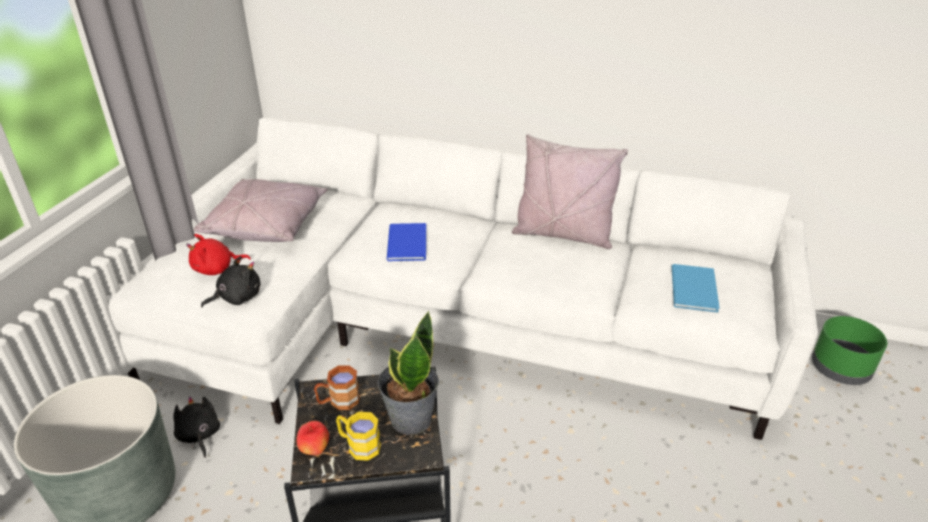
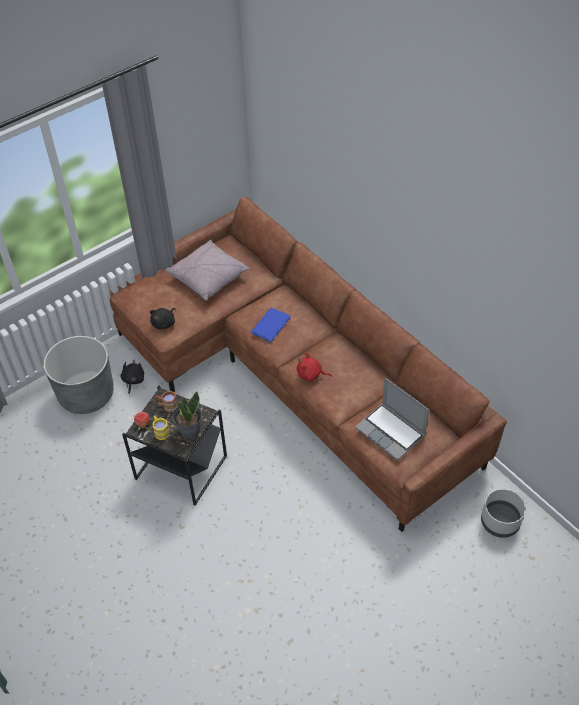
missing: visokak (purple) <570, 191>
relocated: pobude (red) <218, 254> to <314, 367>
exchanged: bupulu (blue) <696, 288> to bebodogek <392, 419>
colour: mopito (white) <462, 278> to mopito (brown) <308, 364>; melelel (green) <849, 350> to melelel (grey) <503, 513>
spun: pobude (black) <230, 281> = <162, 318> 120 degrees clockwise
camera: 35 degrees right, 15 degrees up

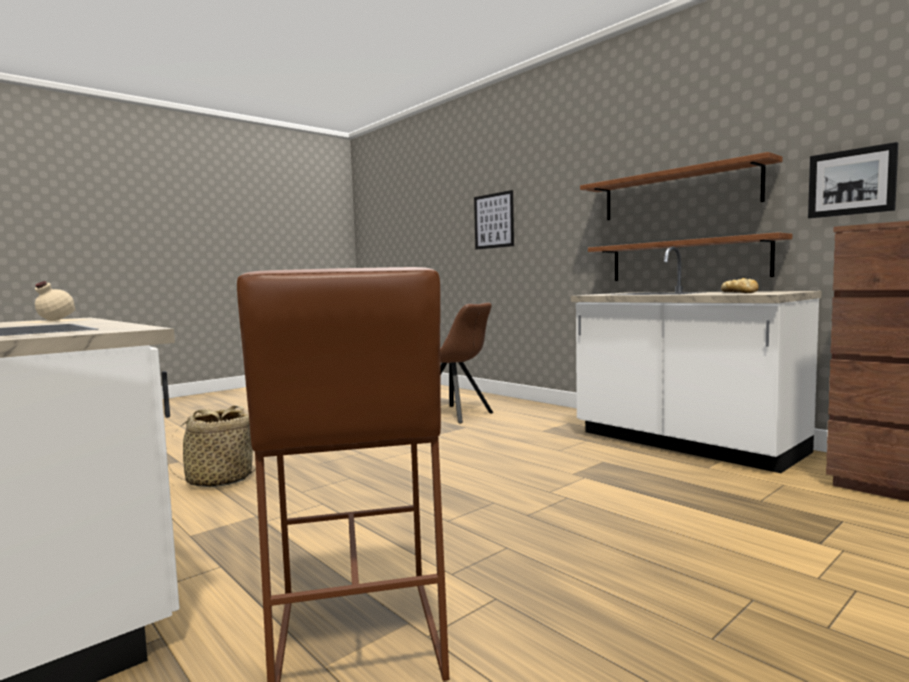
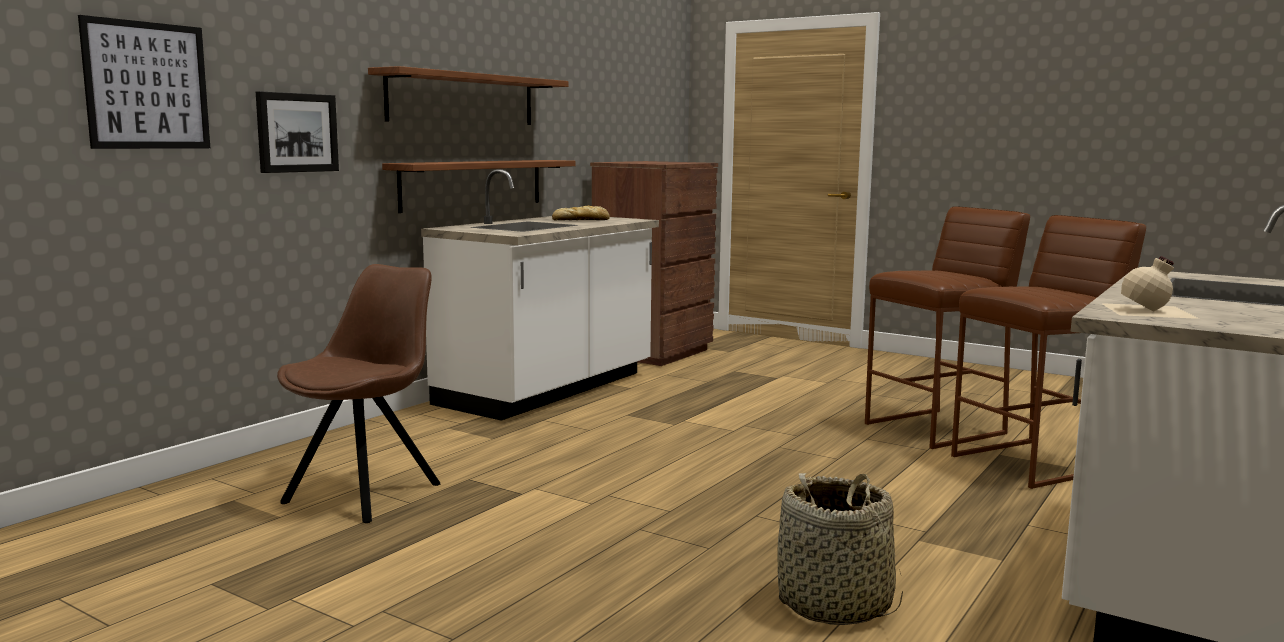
appeared: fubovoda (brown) <947, 327>
relocated: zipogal <853, 180> to <297, 132>
camera: 105 degrees left, 5 degrees up

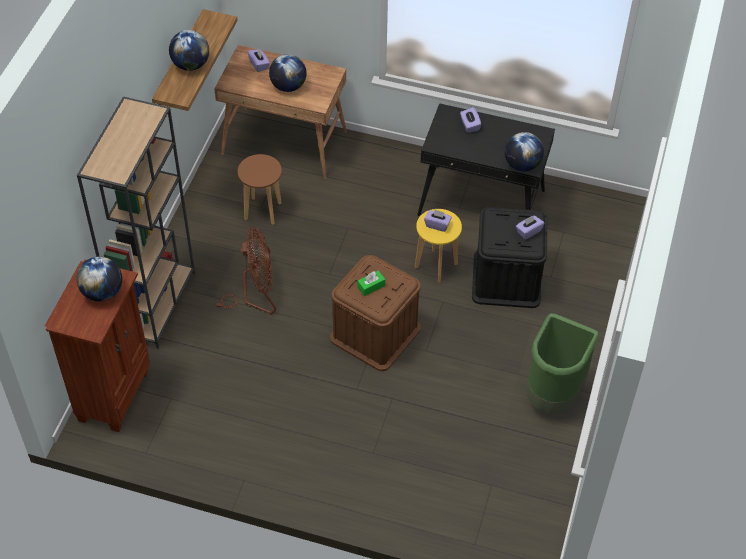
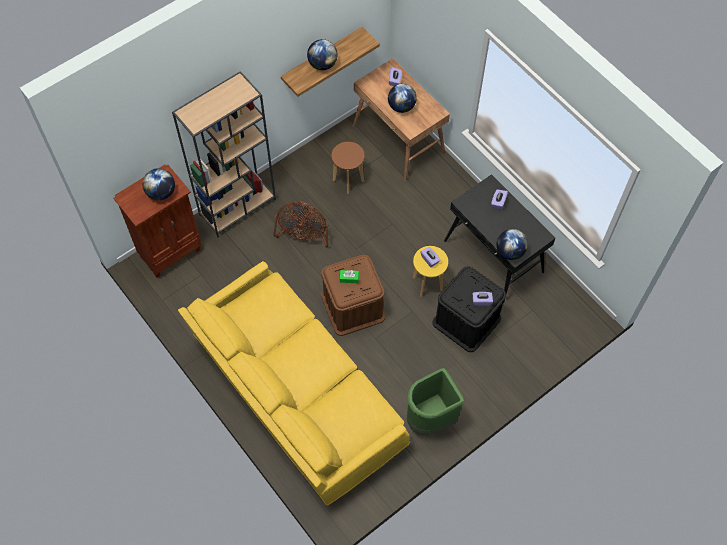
appeared: mopito (yellow) <294, 383>
spun: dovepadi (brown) <246, 270> = <301, 224> 75 degrees clockwise
camera: 35 degrees right, 10 degrees up

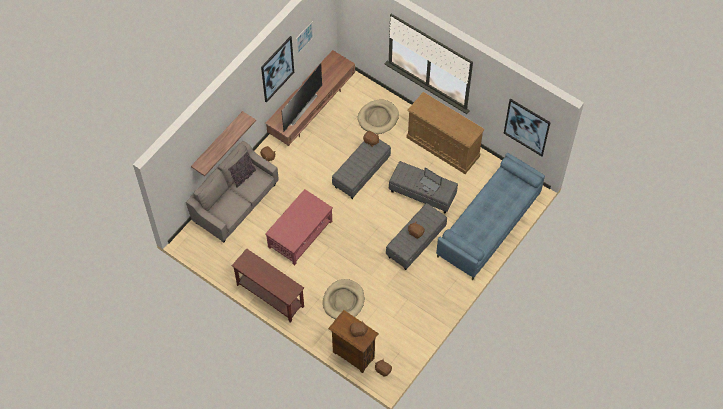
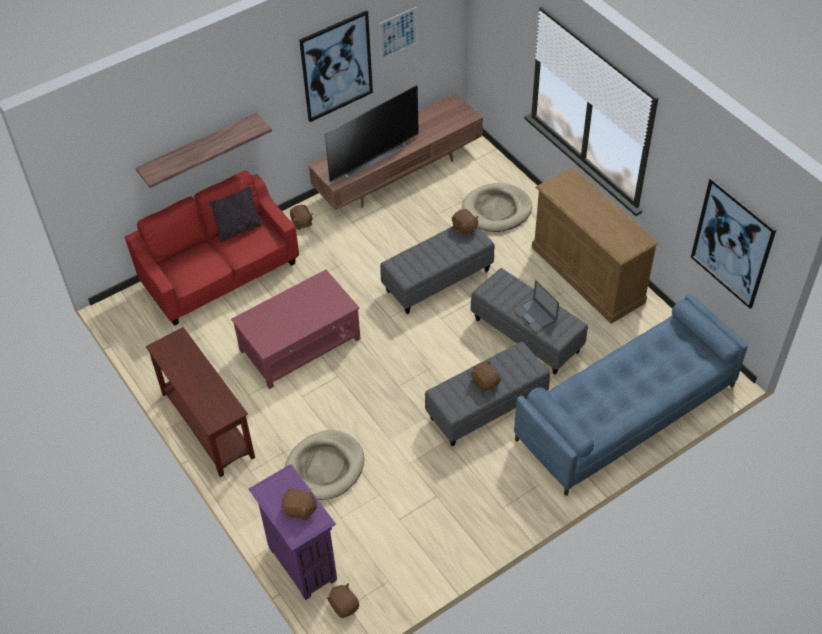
colour: mopito (grey) <232, 192> to mopito (red) <212, 248>; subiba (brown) <353, 341> to subiba (purple) <293, 532>
camera: 20 degrees right, 10 degrees down

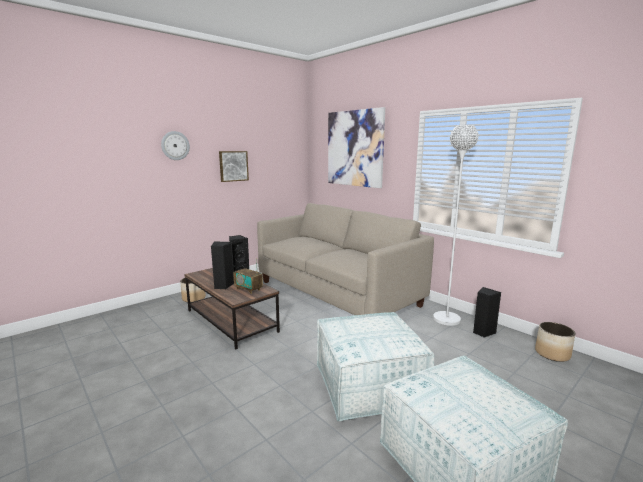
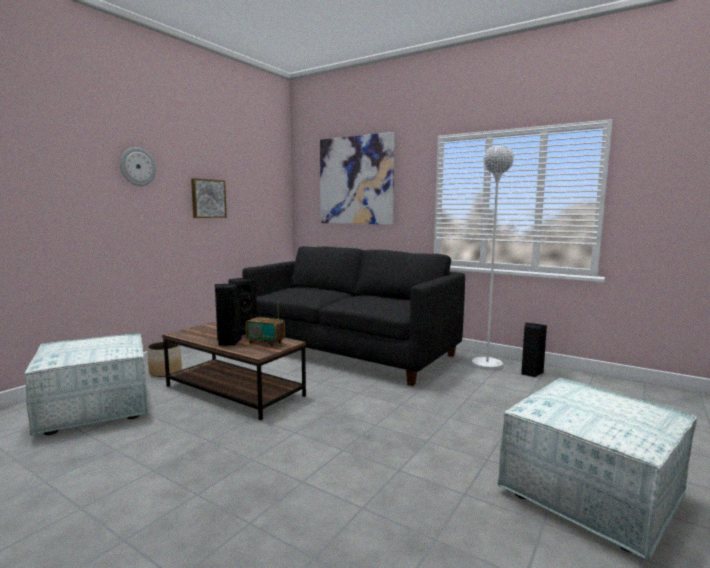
missing: melelel <555, 342>
relocated: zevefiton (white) <375, 366> to <87, 384>
colour: mopito (beige) <345, 259> to mopito (black) <353, 316>
camera: 15 degrees left, 5 degrees down

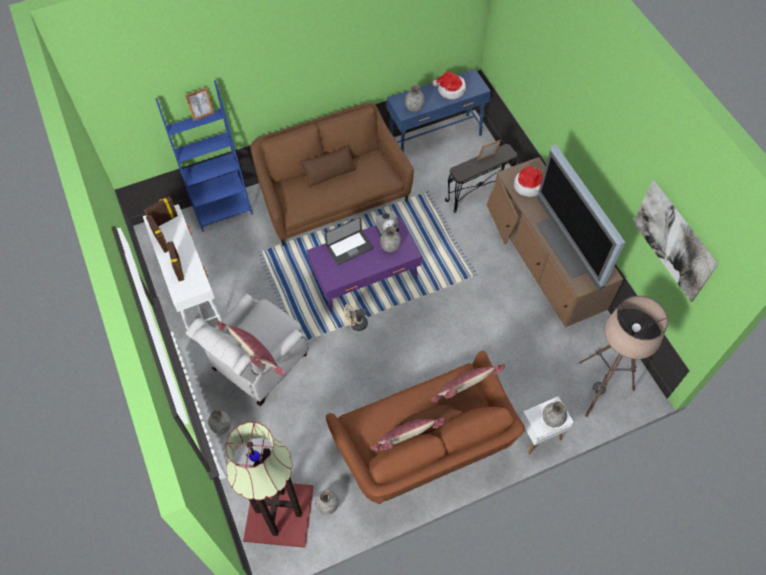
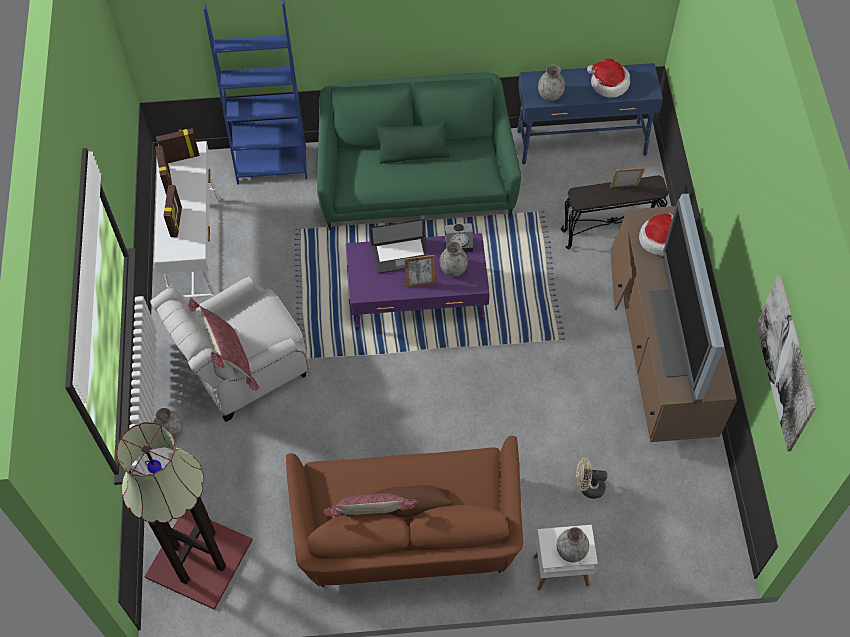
missing: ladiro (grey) <327, 502>; visokak (red) <467, 383>; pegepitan <623, 356>
relocated: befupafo <200, 104> to <419, 271>; dovepadi (beige) <356, 317> to <591, 478>
colour: mopito (brown) <332, 174> to mopito (green) <419, 151>
camera: 20 degrees right, 0 degrees up

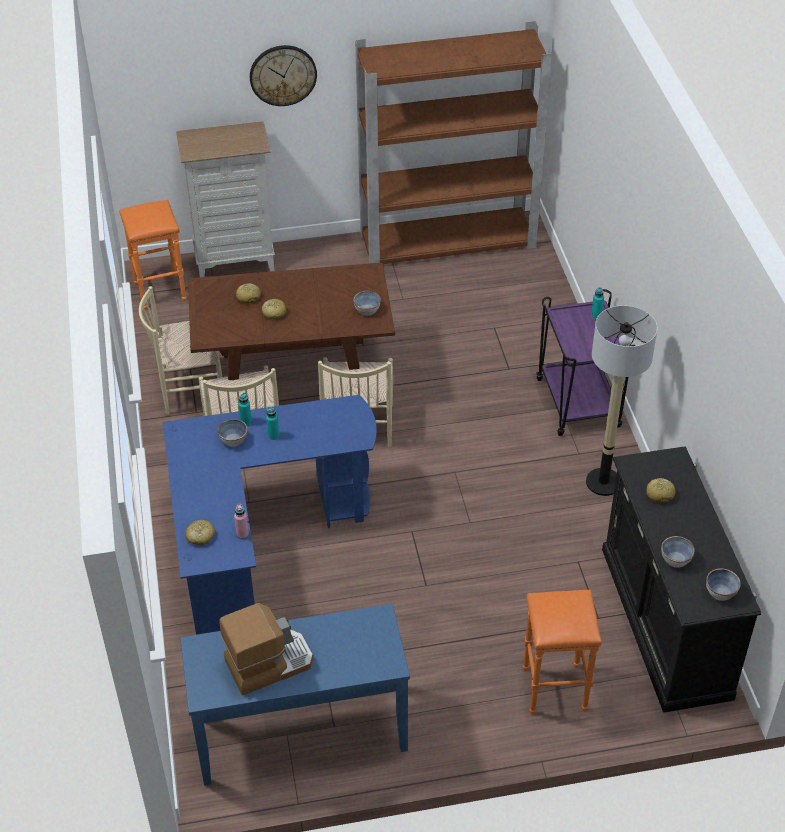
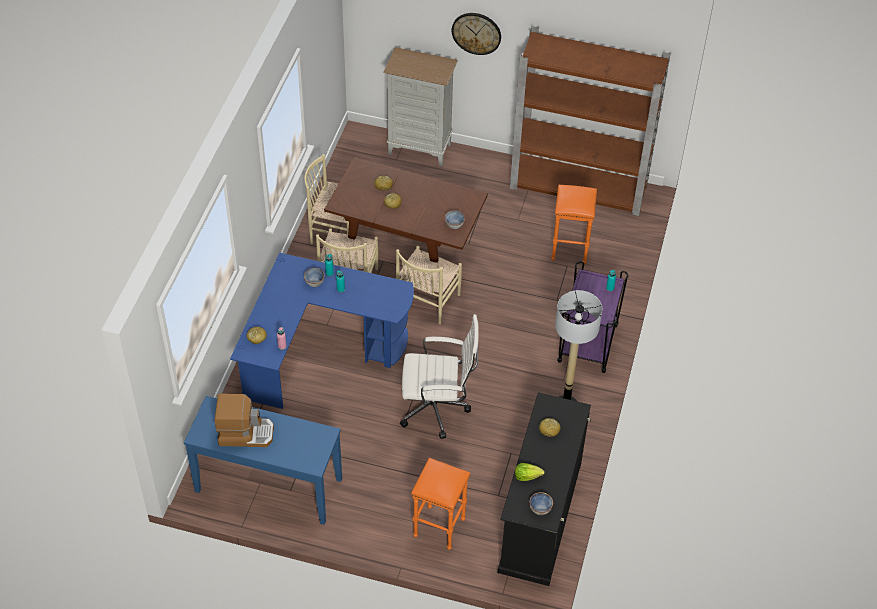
appeared: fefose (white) <439, 376>
relocated: fubovoda (orange) <153, 255> to <574, 224>
exchanged: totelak <678, 552> to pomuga <530, 472>
camera: 25 degrees right, 5 degrees up

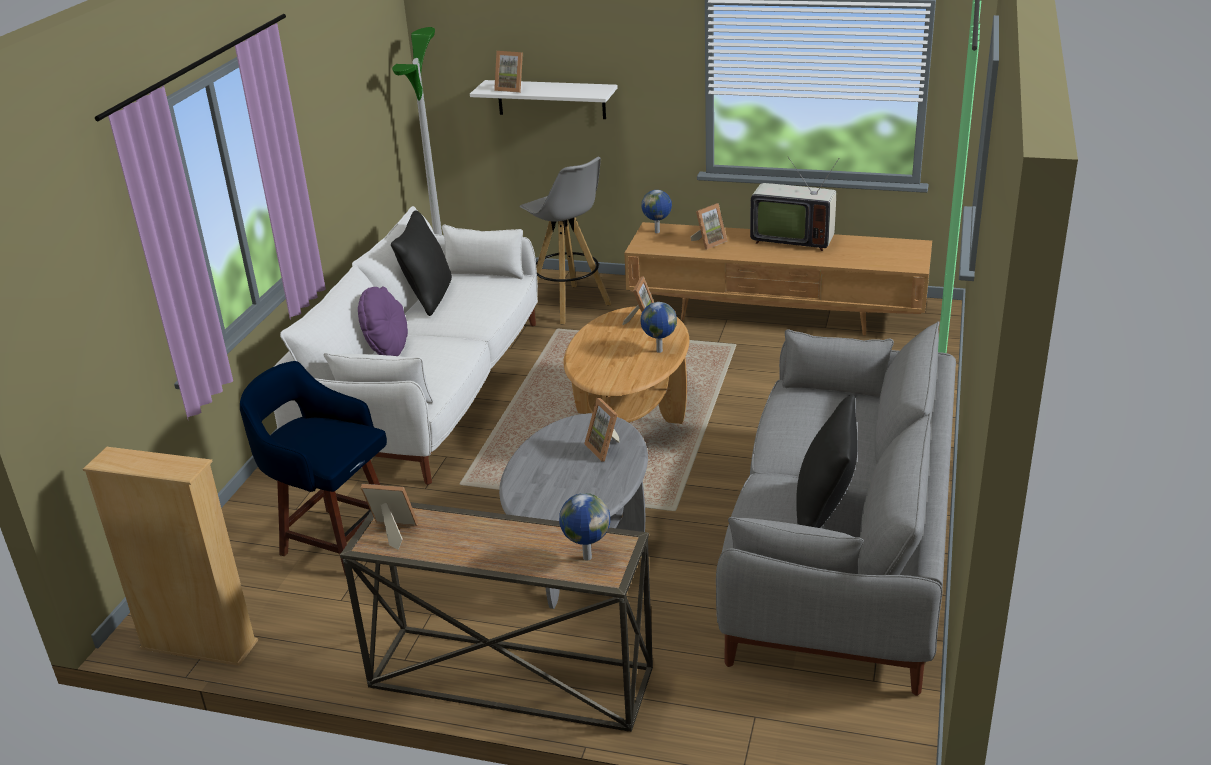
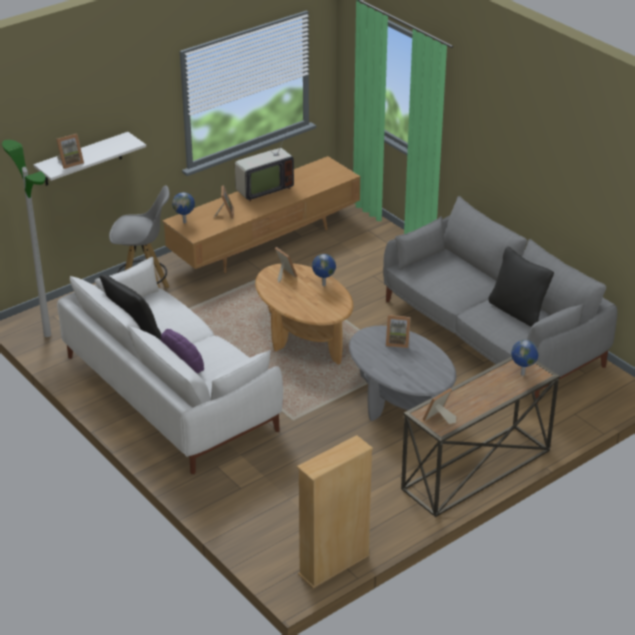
missing: fubovoda (blue) <313, 468>
camera: 55 degrees left, 5 degrees up

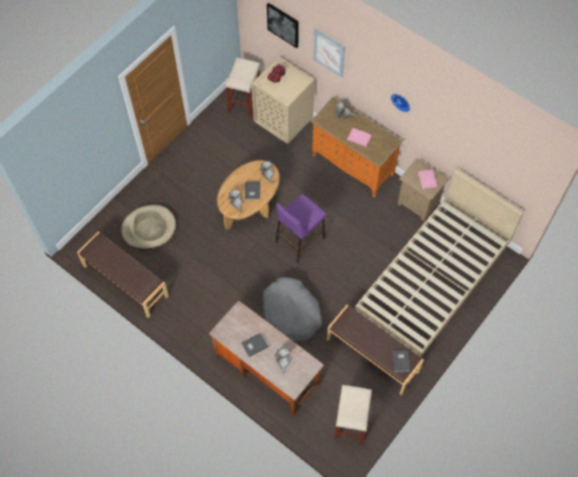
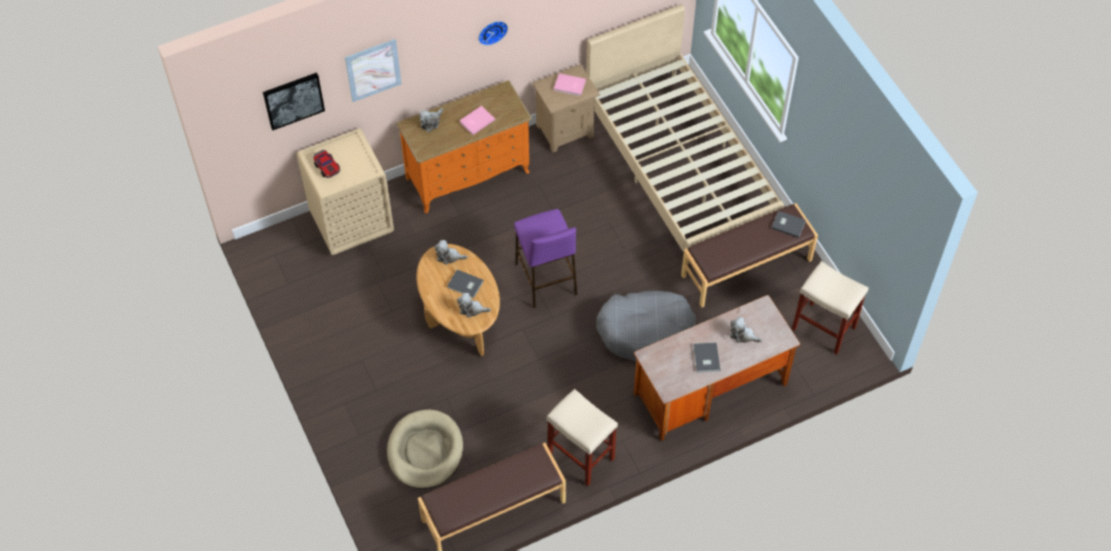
relocated: fubovoda (beige) <242, 87> to <582, 437>
camera: 65 degrees left, 5 degrees down

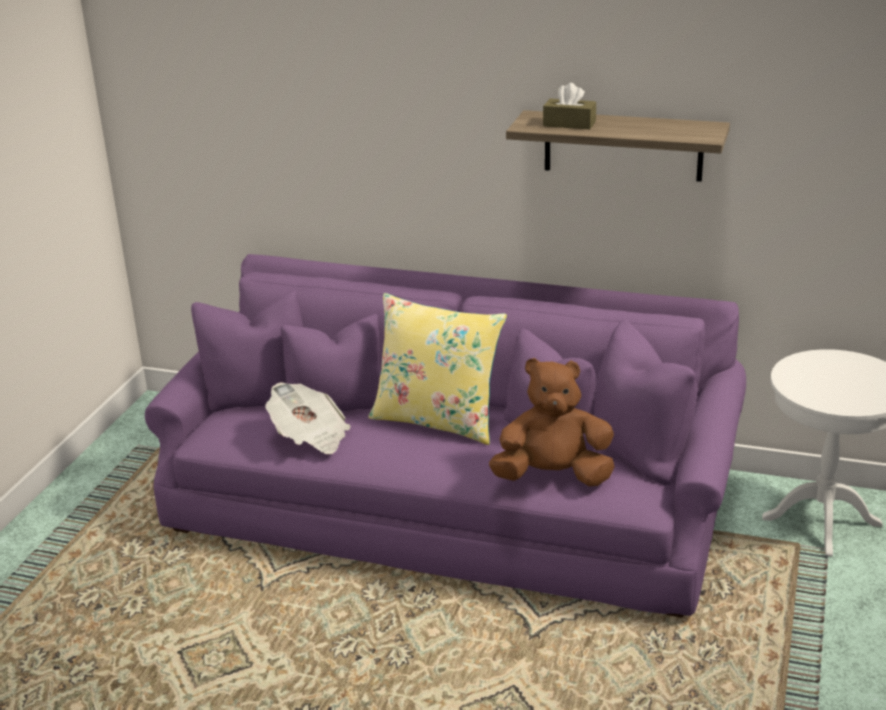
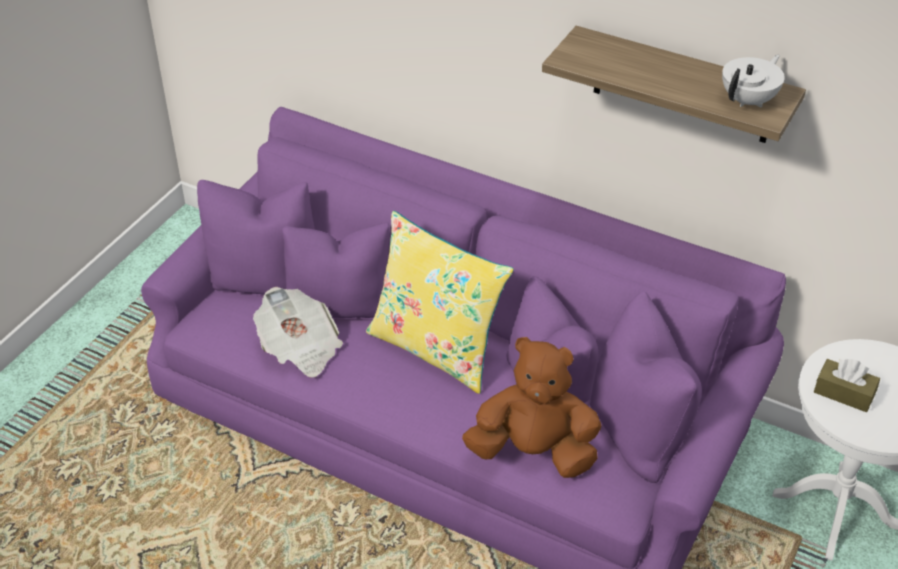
appeared: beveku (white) <753, 81>
relocated: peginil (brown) <569, 106> to <847, 385>
camera: 10 degrees right, 15 degrees up

